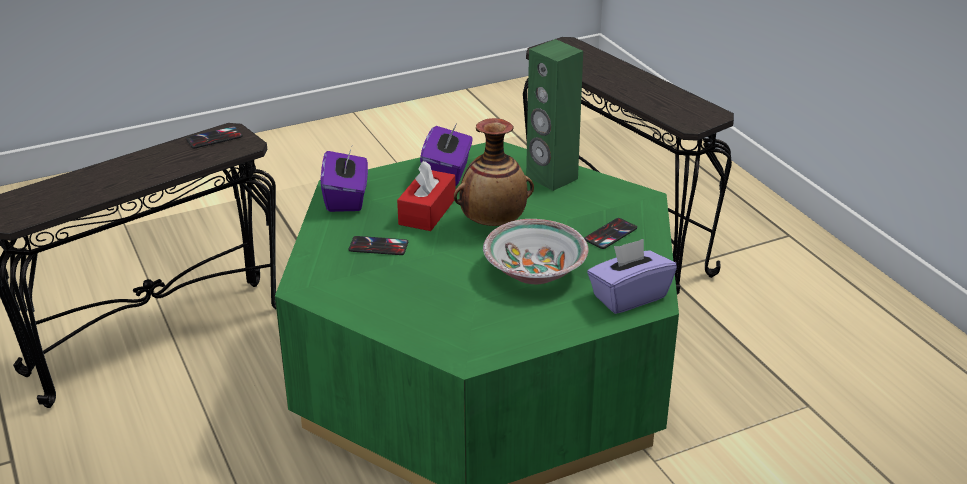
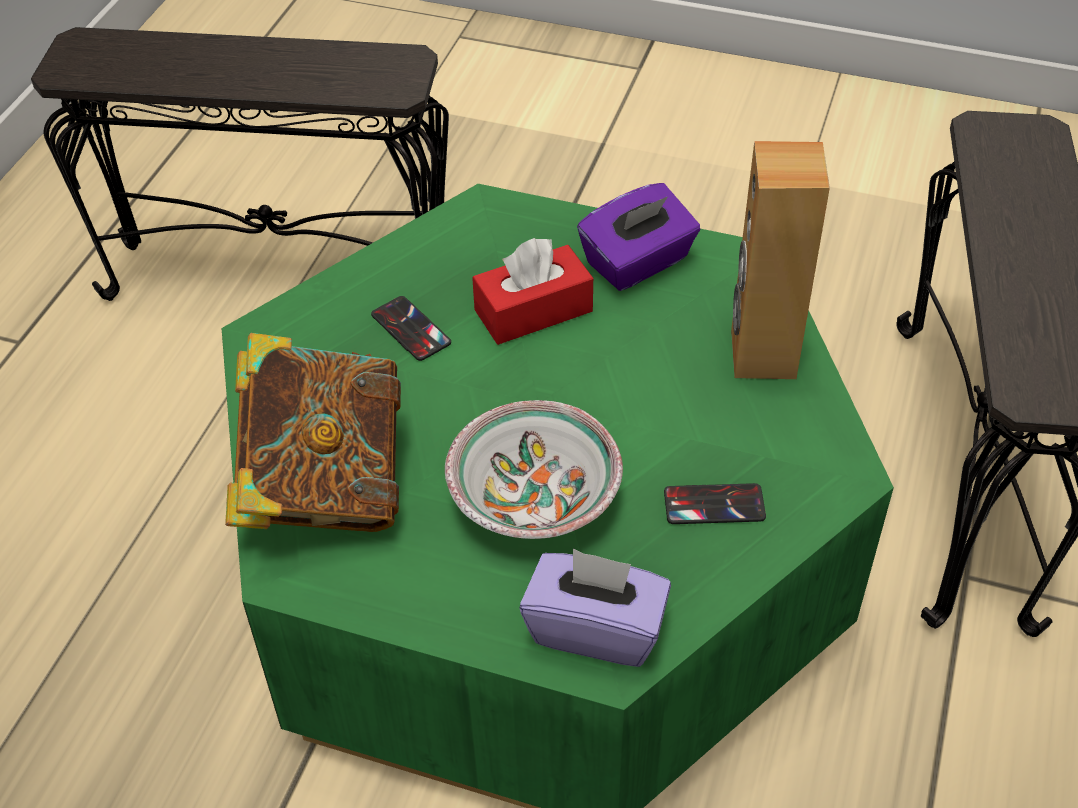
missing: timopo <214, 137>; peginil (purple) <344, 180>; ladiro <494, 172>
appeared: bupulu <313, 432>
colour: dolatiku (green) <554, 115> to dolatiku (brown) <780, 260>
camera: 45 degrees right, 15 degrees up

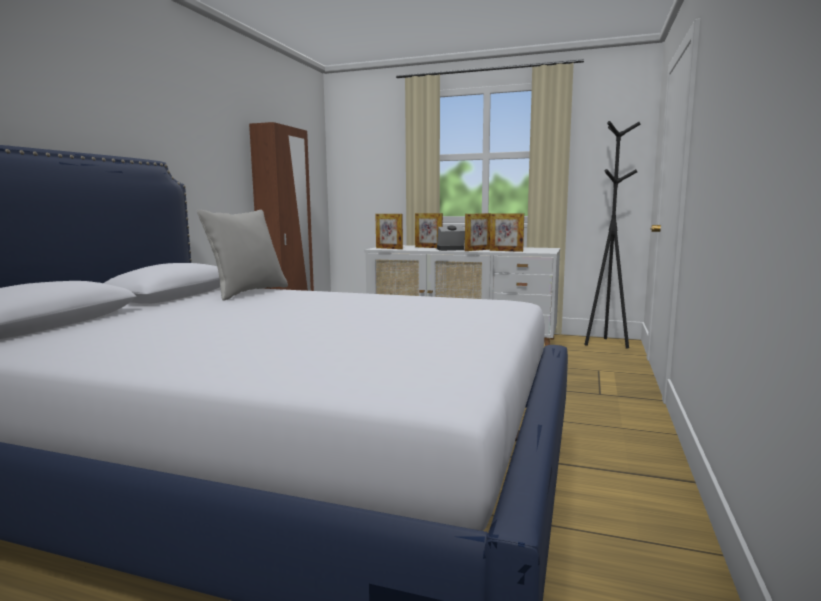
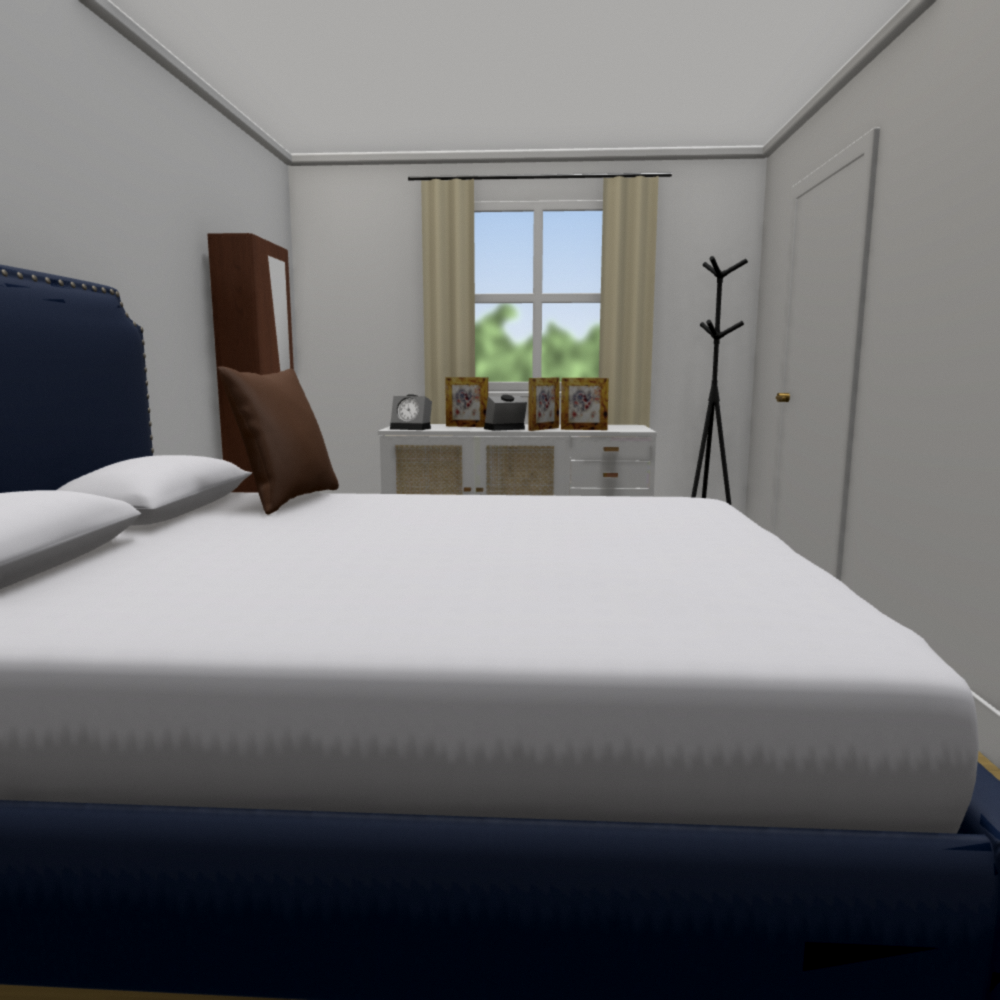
exchanged: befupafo <389, 231> to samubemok <411, 412>
colour: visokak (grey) <242, 255> to visokak (brown) <278, 441>
camera: 15 degrees left, 0 degrees up

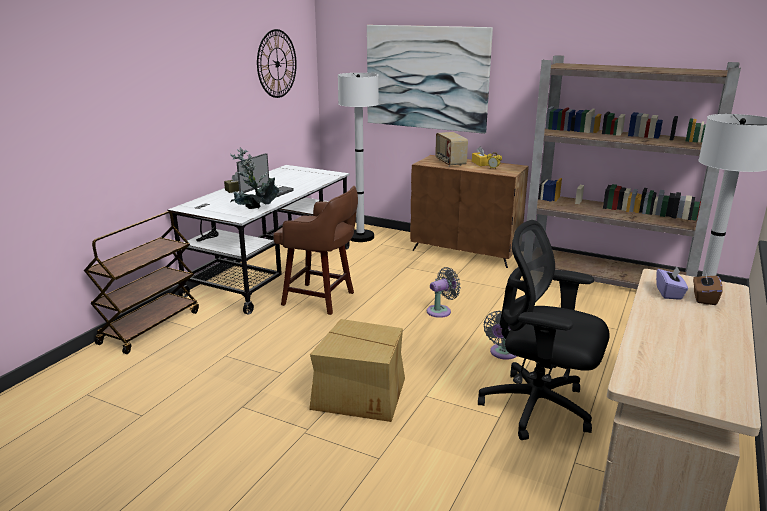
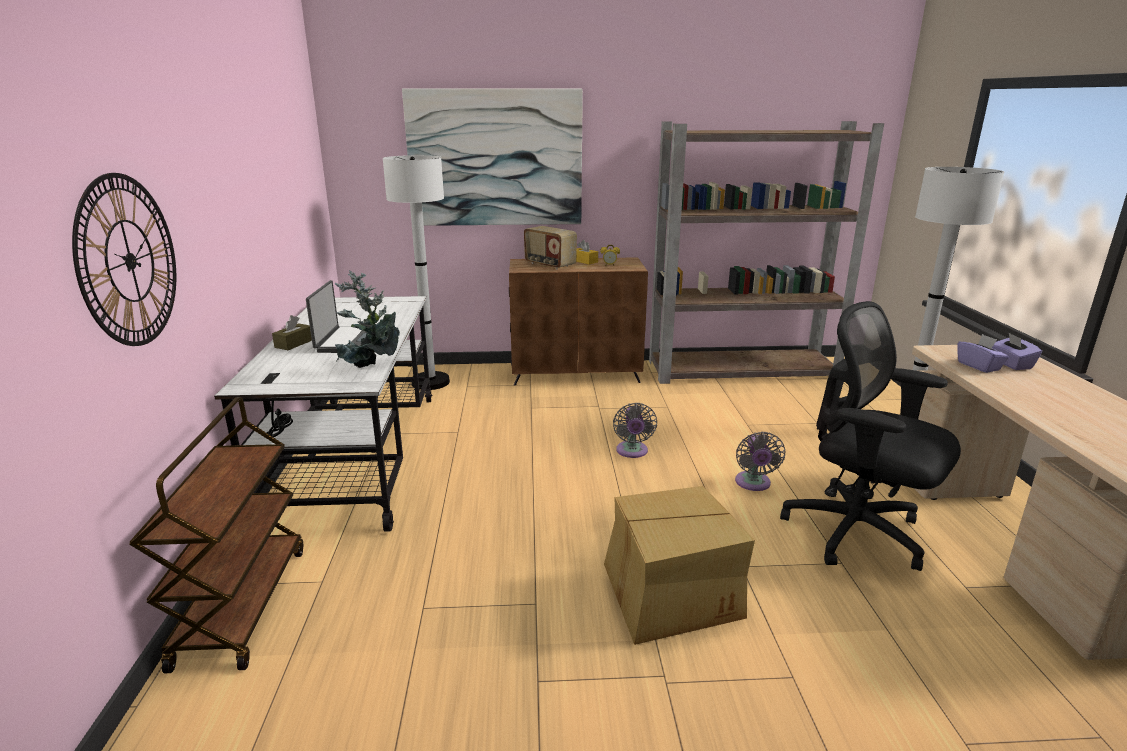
missing: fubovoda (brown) <315, 250>
relocated: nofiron <277, 63> to <124, 259>
colour: peginil (brown) <708, 287> to peginil (purple) <1017, 351>
spun: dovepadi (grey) <444, 292> = <635, 430> 150 degrees clockwise; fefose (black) <544, 330> = <870, 436> 45 degrees clockwise
camera: 30 degrees left, 0 degrees up

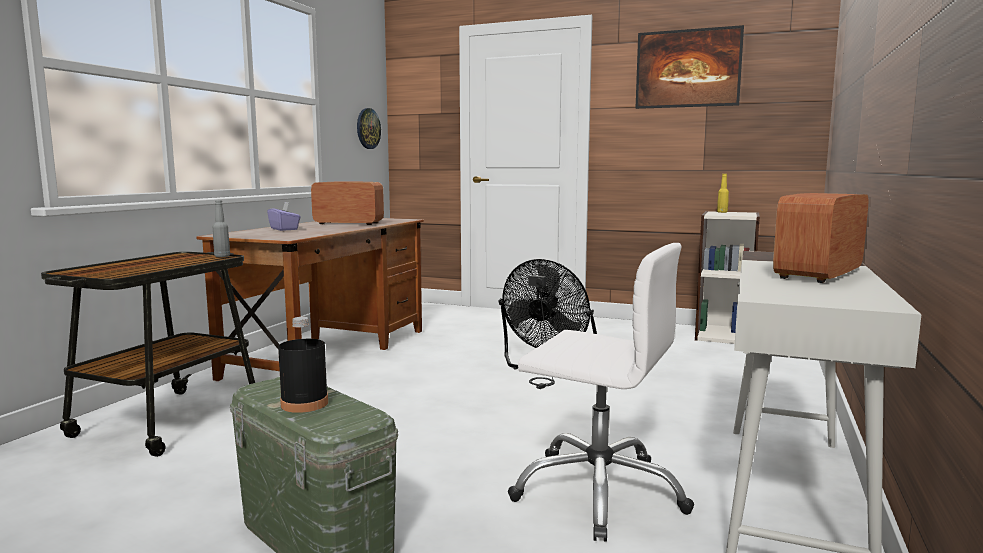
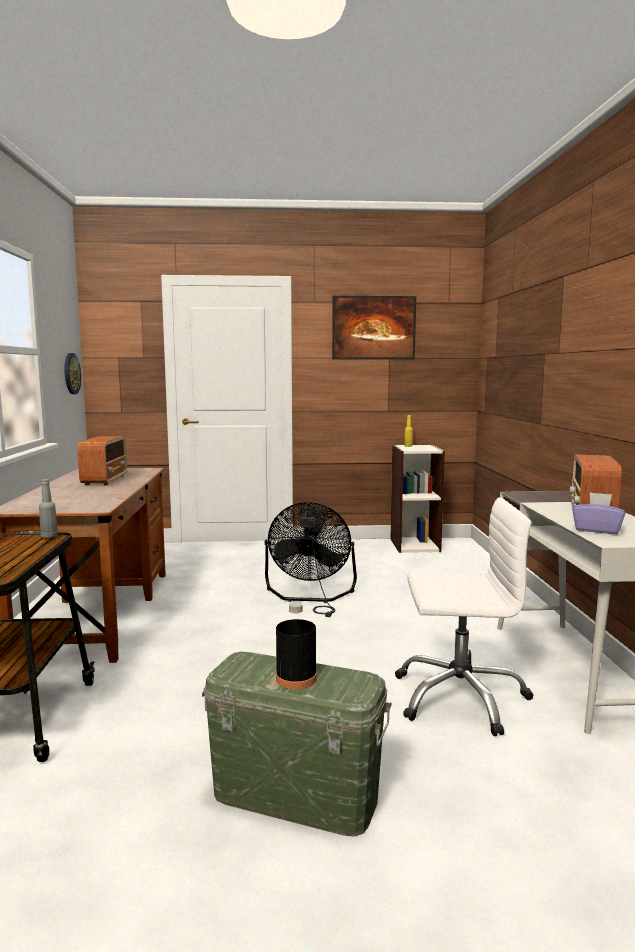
relocated: peginil (purple) <284, 216> to <598, 513>
spun: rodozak <347, 203> = <102, 460> 105 degrees clockwise
camera: 25 degrees left, 0 degrees up

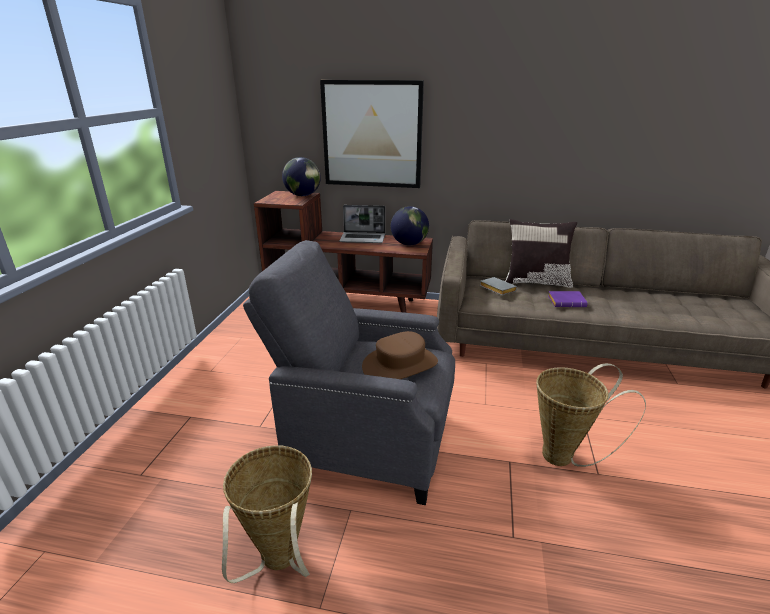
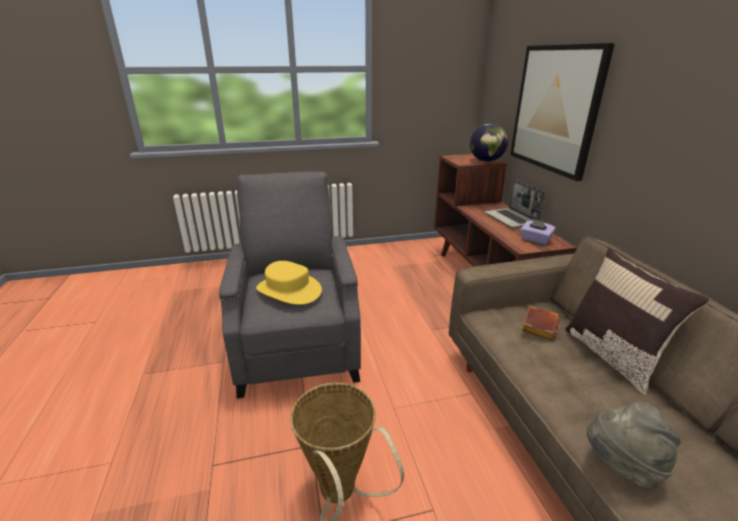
missing: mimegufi <267, 514>; bupulu (purple) <568, 299>
appeared: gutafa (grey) <634, 446>
exchanged: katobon <410, 225> to peginil (purple) <538, 232>
colour: gutafa (brown) <400, 355> to gutafa (yellow) <289, 283>; bupulu (grey) <498, 286> to bupulu (brown) <540, 323>
camera: 65 degrees right, 0 degrees up

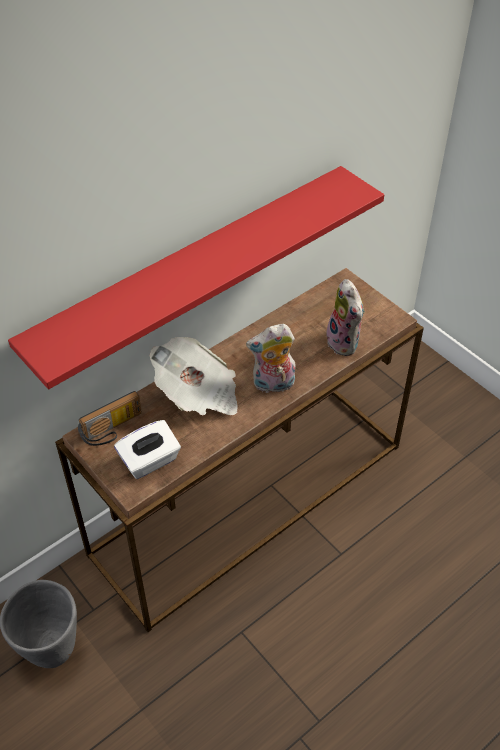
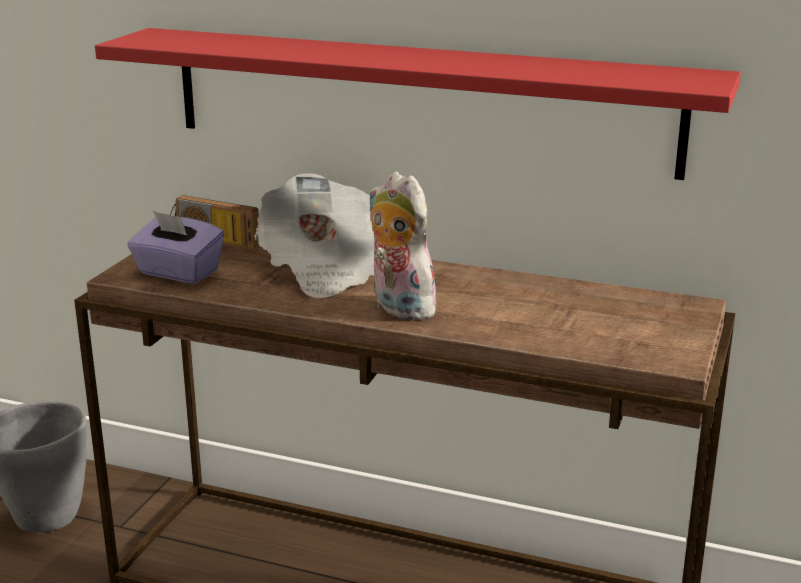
missing: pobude <346, 317>
colour: peginil (white) <147, 449> to peginil (purple) <175, 247>
camera: 60 degrees right, 25 degrees down

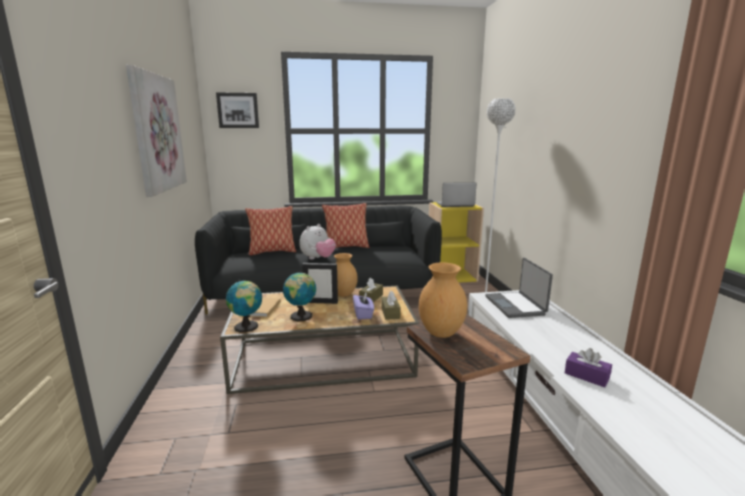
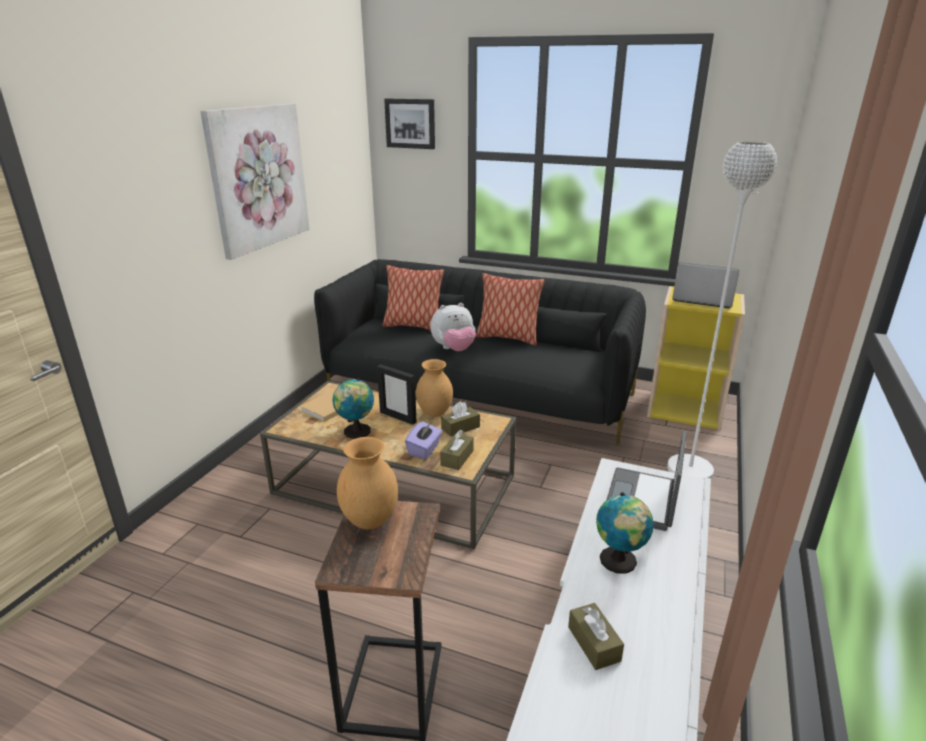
relocated: katobon <244, 306> to <625, 533>
colour: peginil (purple) <588, 367> to peginil (brown) <596, 636>
camera: 30 degrees right, 10 degrees up

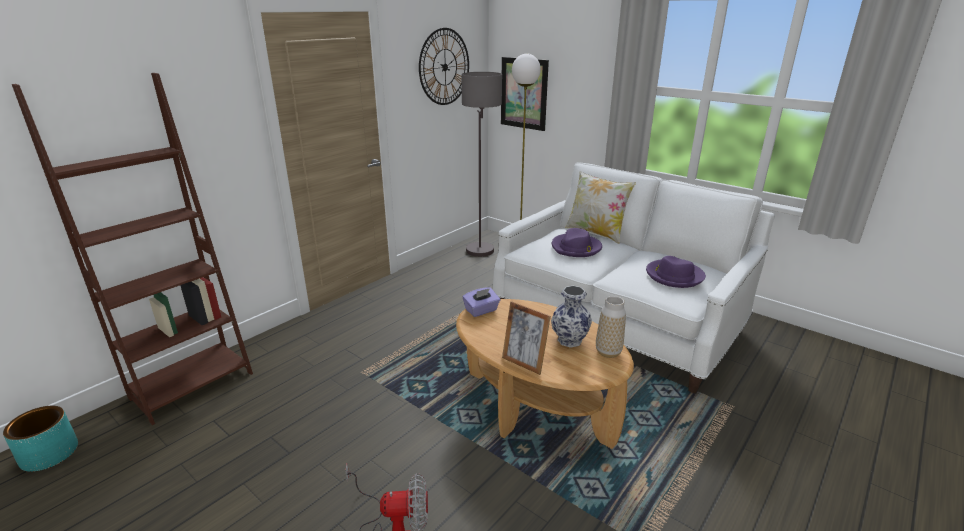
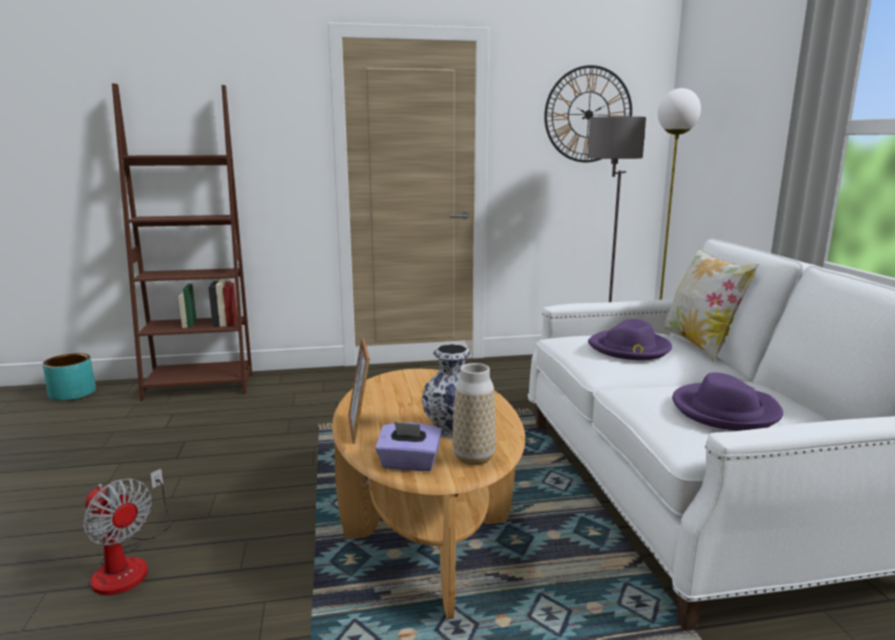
missing: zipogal <525, 94>
relocated: peginil (purple) <481, 302> to <408, 446>
camera: 40 degrees right, 10 degrees down

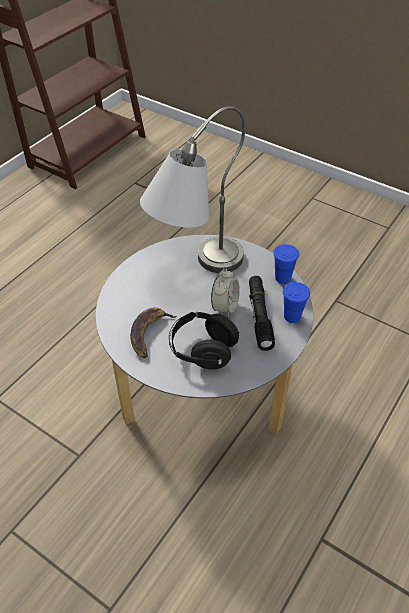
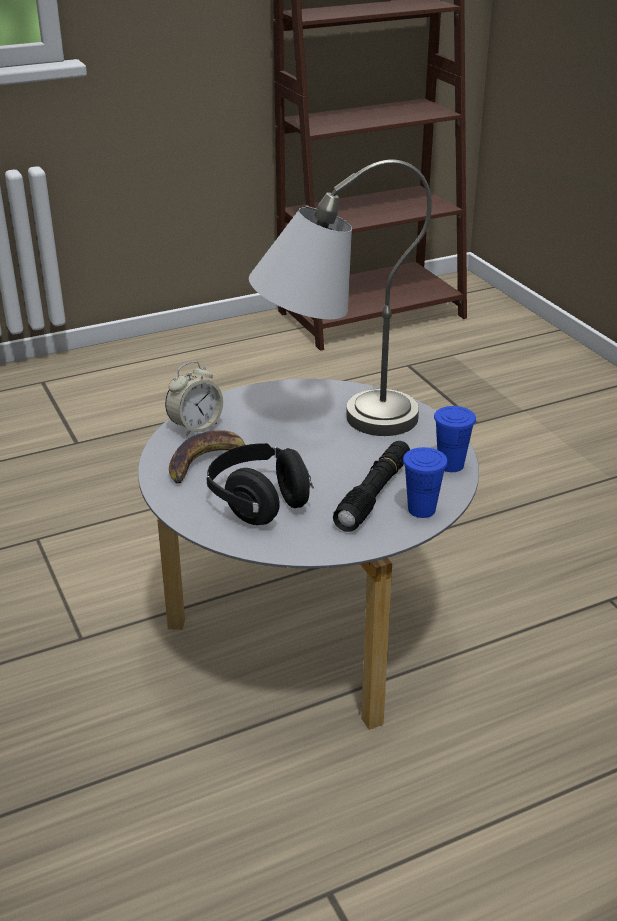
relocated: samubemok <225, 293> to <194, 399>
camera: 30 degrees right, 15 degrees down

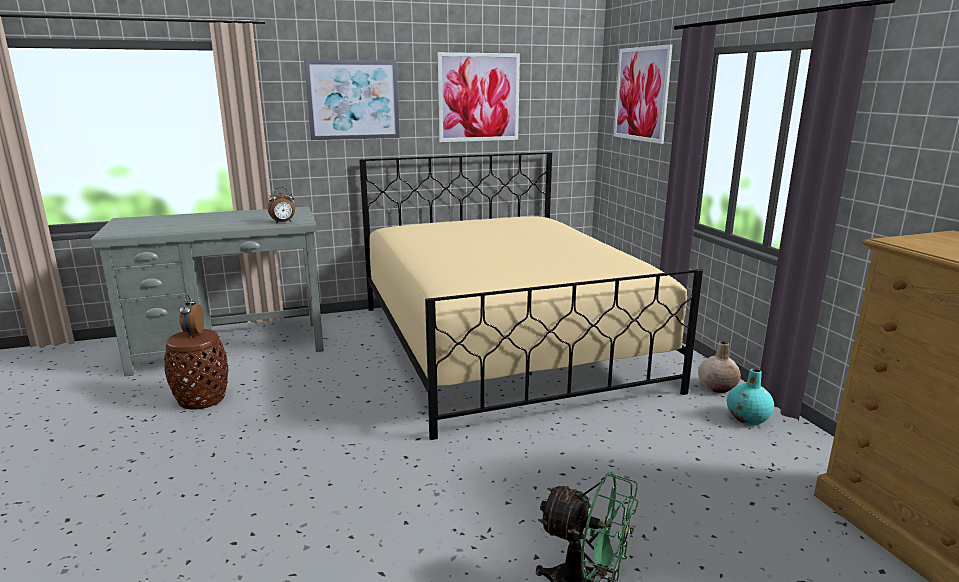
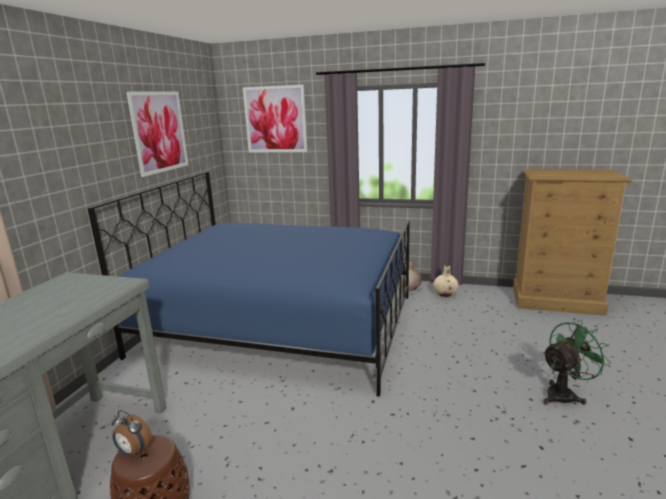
missing: samubemok <281, 205>; zipogal <352, 100>
colour: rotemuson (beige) <531, 296> to rotemuson (blue) <248, 284>; ladiro (turquoise) <750, 396> to ladiro (beige) <446, 281>
camera: 55 degrees left, 0 degrees up

